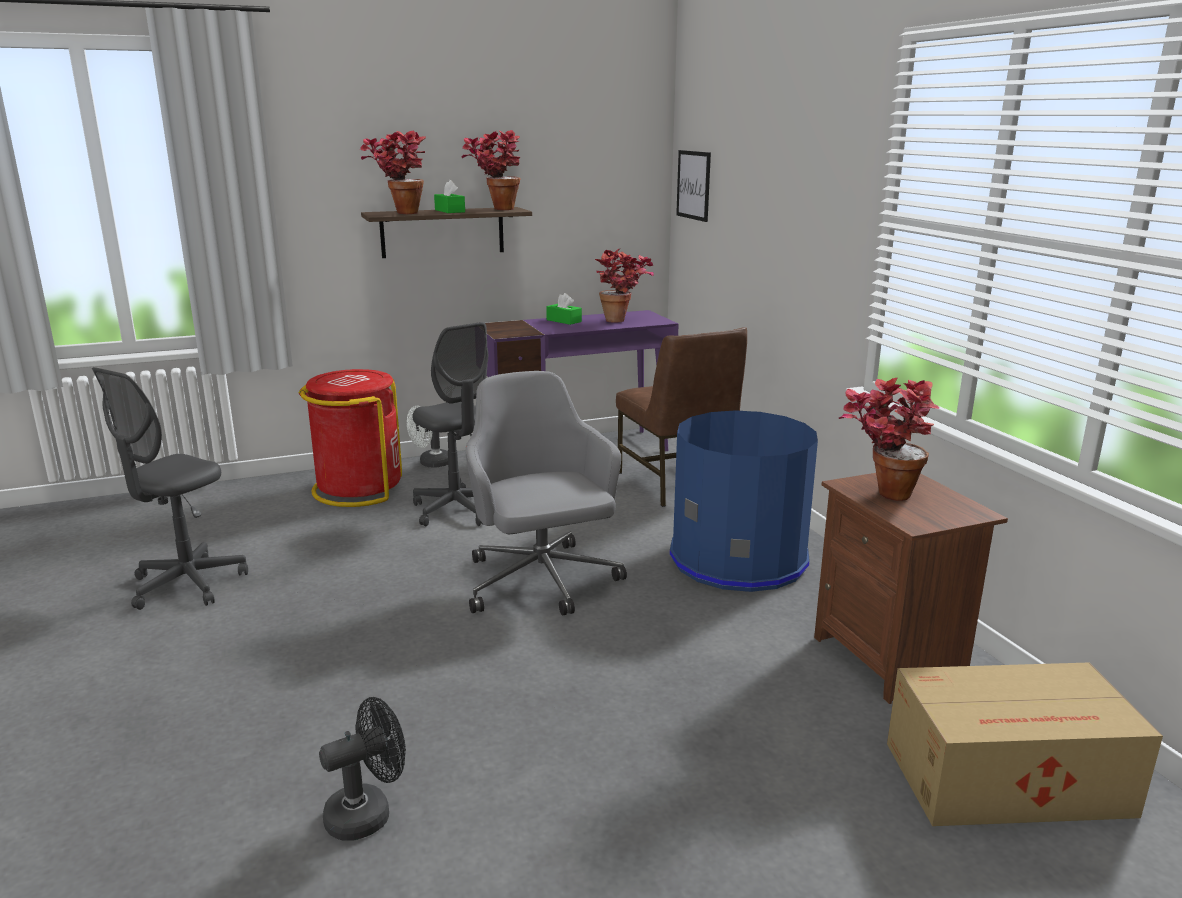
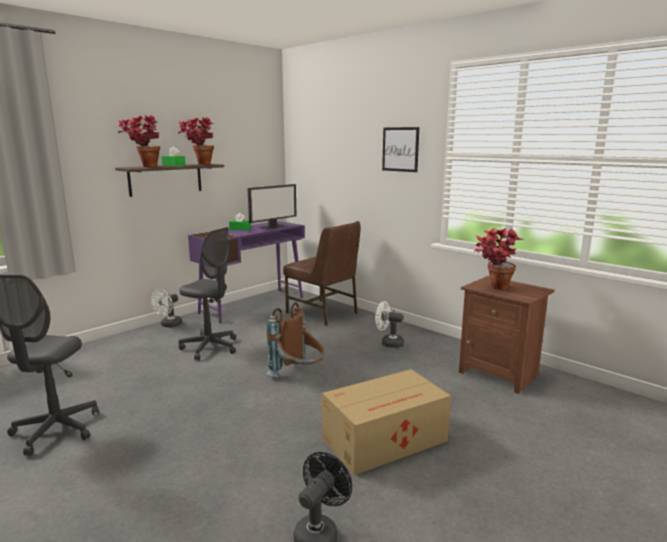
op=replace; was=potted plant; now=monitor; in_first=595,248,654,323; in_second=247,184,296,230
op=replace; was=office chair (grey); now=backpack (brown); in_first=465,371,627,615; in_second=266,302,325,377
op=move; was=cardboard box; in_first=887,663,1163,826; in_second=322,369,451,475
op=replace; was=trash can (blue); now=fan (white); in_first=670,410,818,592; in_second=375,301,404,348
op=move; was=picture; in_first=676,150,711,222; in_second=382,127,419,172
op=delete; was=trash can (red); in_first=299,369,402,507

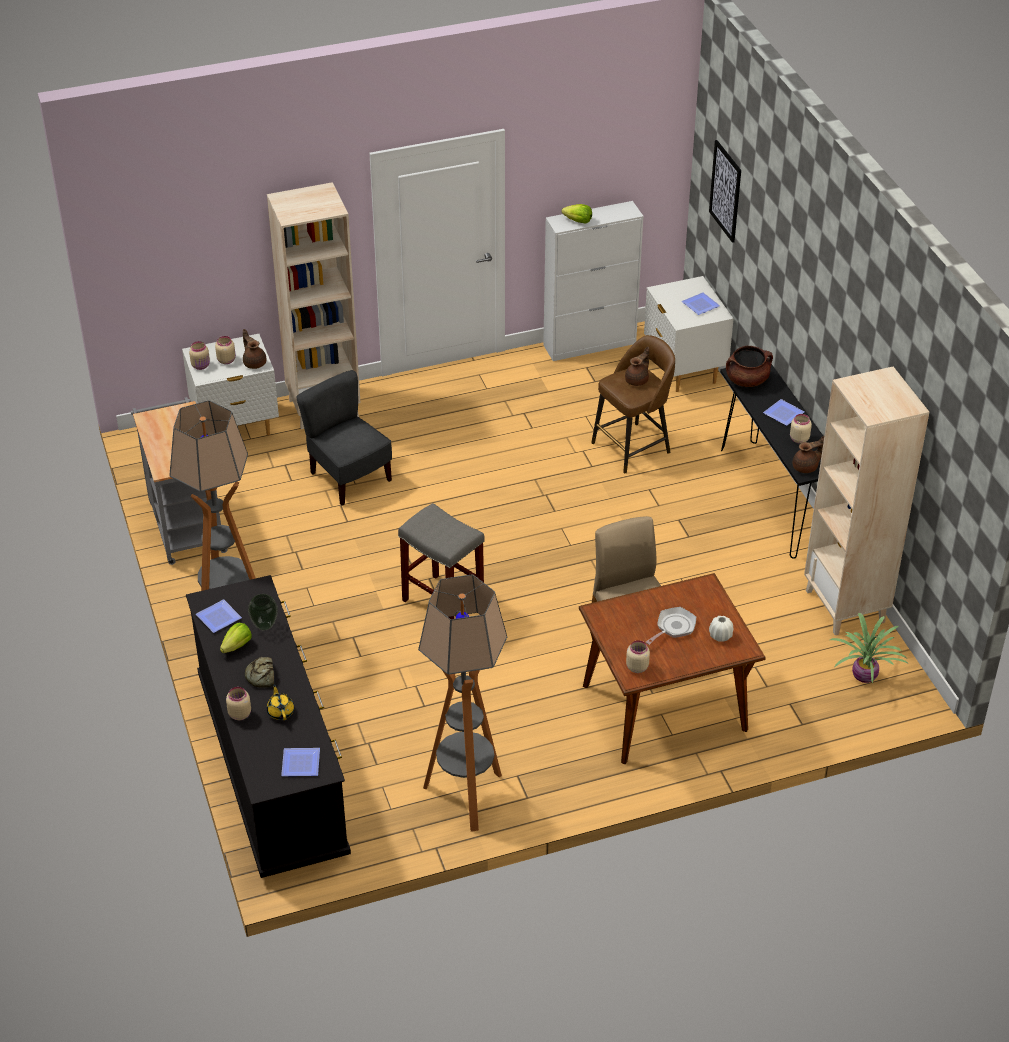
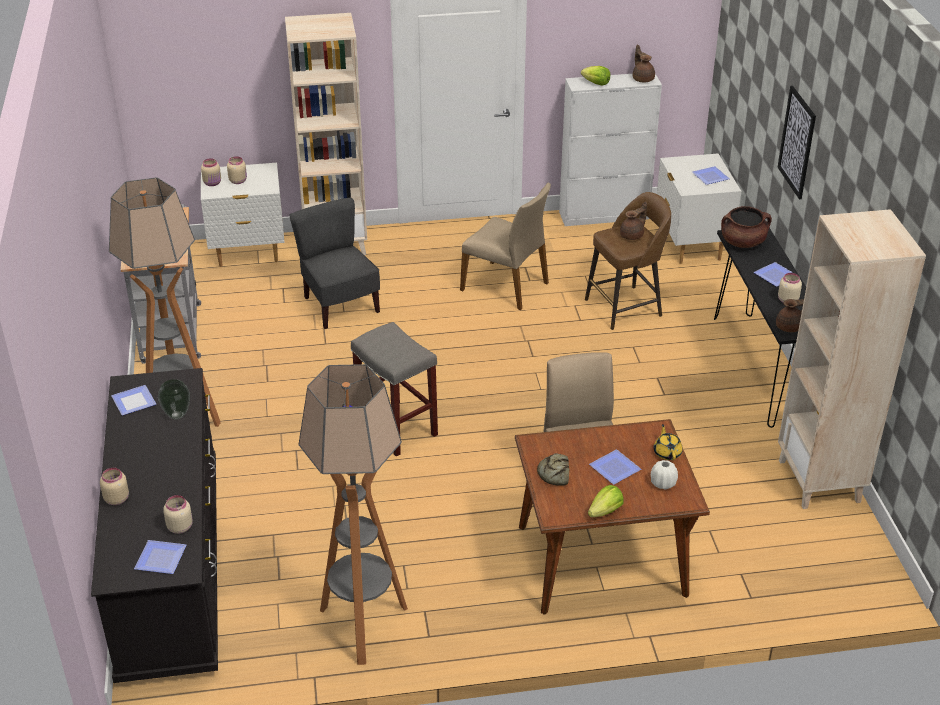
op=move; was=jar (beige); in_first=626,640,650,673; in_second=163,495,193,534
op=insert; now=chair (beige); in_second=460,182,551,310
op=move; was=bread; in_first=245,657,274,688; in_second=537,453,569,486
op=move; was=lettuce; in_first=220,623,252,653; in_second=588,485,624,517
op=replace; was=frying pan; now=plate; in_first=646,607,696,645; in_second=589,449,641,484
op=move; was=teapot (brown); in_first=243,329,267,369; in_second=633,45,655,82
op=move; was=teapot (yellow); in_first=267,684,294,720; in_second=654,424,683,460
op=move; was=picture; in_first=709,140,741,243; in_second=778,86,816,199
op=delete; was=potted plant; in_first=830,613,909,684

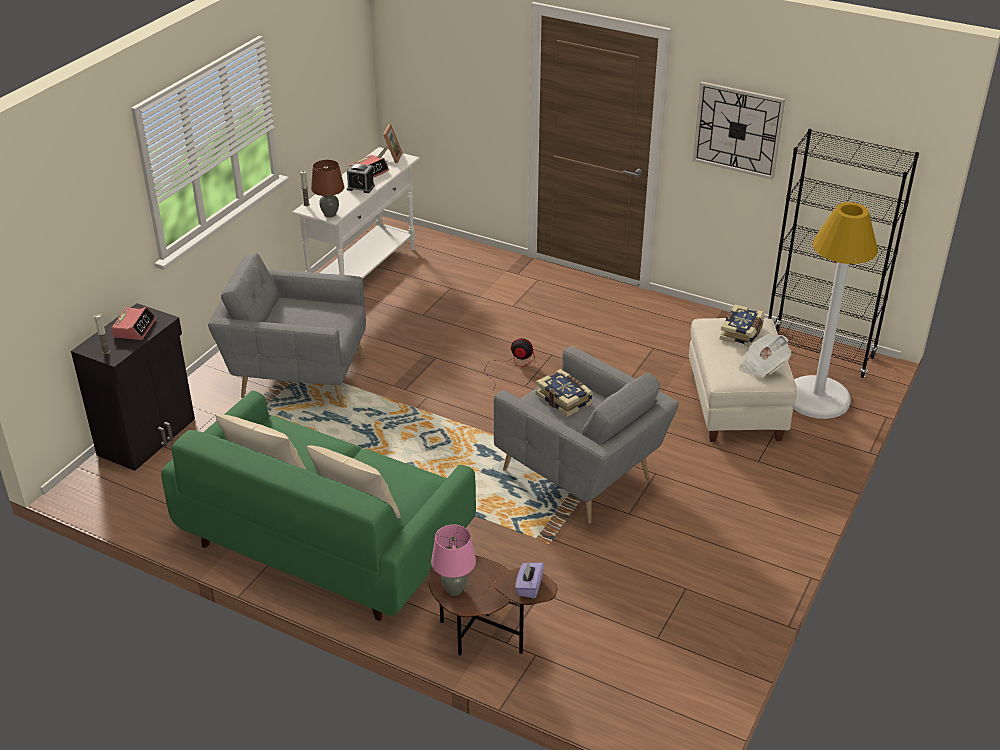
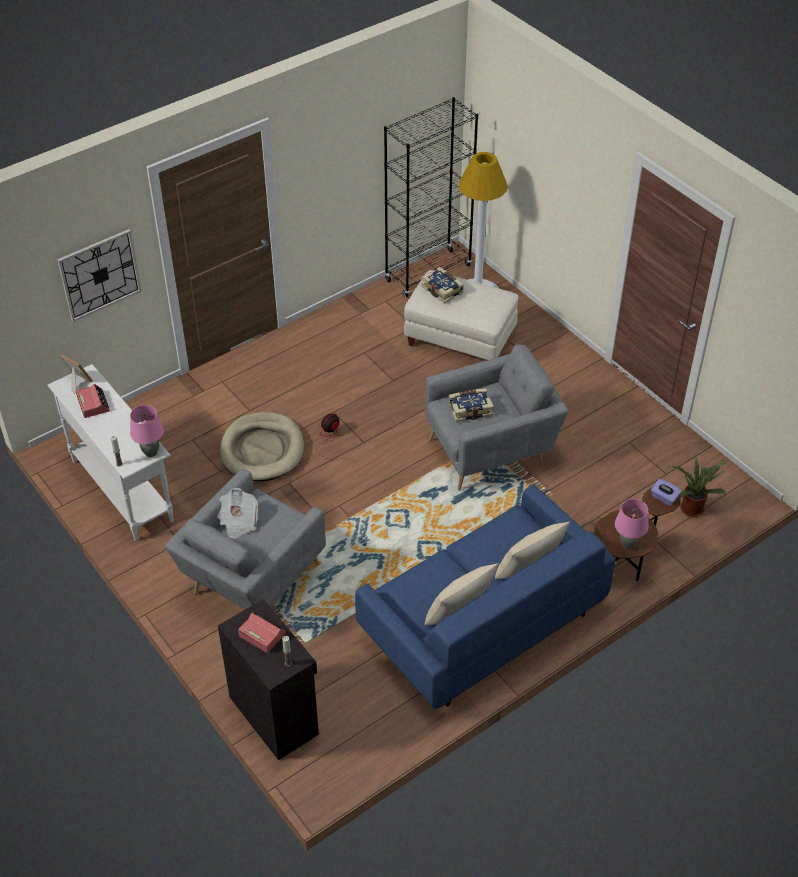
op=move; was=wall clock; in_first=693,82,785,180; in_second=57,229,142,322
op=recolor; was=table lamp (brown); now=table lamp (pink); in_first=311,160,344,217; in_second=130,405,164,457
op=move; was=newspaper; in_first=739,334,791,378; in_second=217,488,258,539
op=insert; now=dog bed (beige); in_second=220,412,304,481
op=recolor; was=sofa (green); now=sofa (blue); in_first=161,391,476,621; in_second=355,484,615,708
op=insert; now=potted plant; in_second=668,455,727,517
op=delete; was=alarm clock; in_first=347,163,375,193

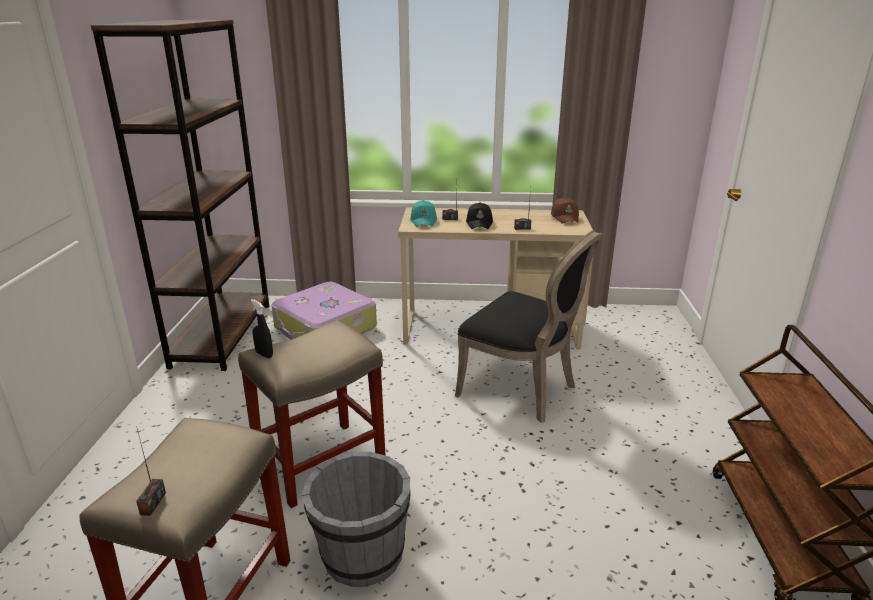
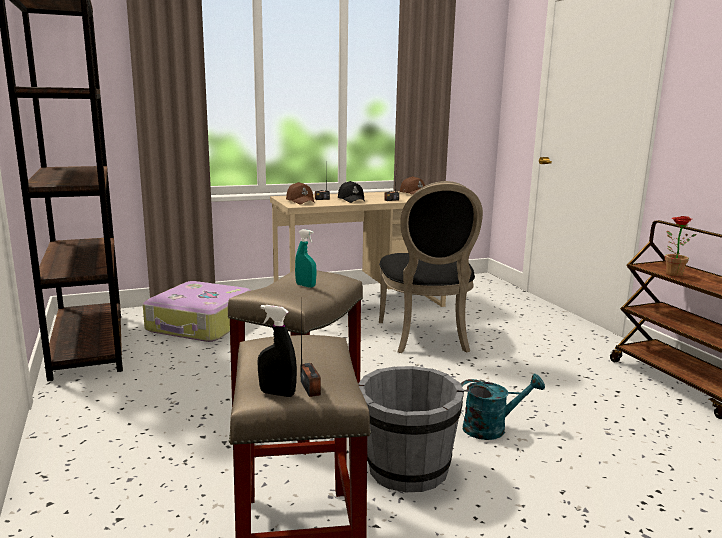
op=move; was=spray bottle (black); in_first=251,299,273,358; in_second=257,305,297,397
op=recolor; was=cap (turquoise); now=cap (brown); in_first=410,200,437,227; in_second=286,182,314,205
op=insert; now=spray bottle (turquoise); in_second=295,229,317,288
op=rotate; was=chair (black); in_first=455,230,602,423; in_second=379,181,483,353; clockwise=75
op=insert; now=watering can (turquoise); in_second=460,374,545,440
op=insert; now=potted plant; in_second=665,216,697,277

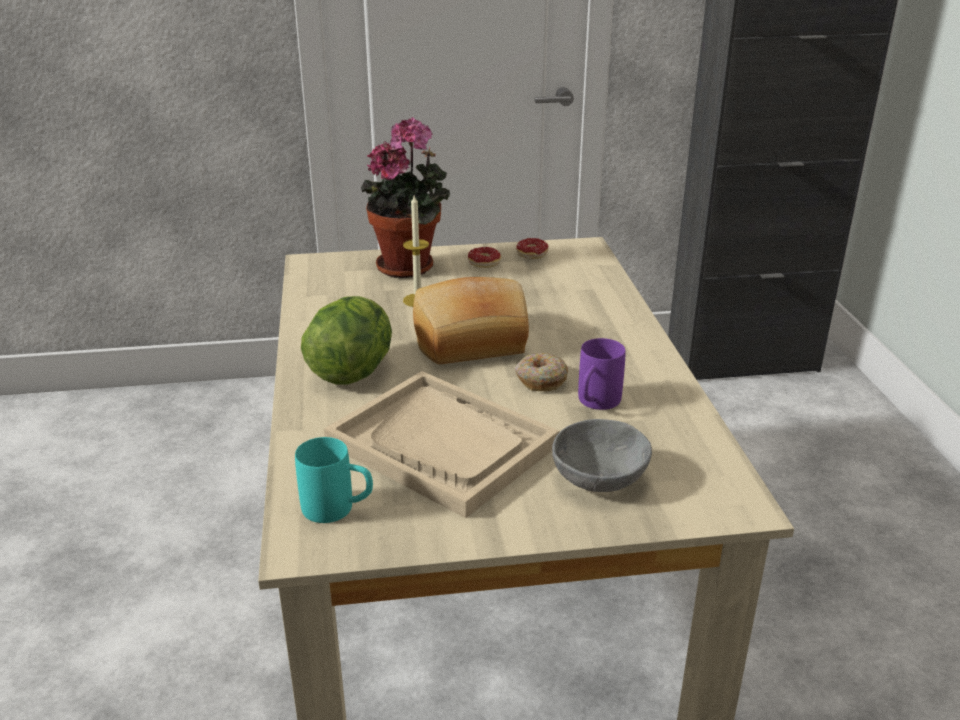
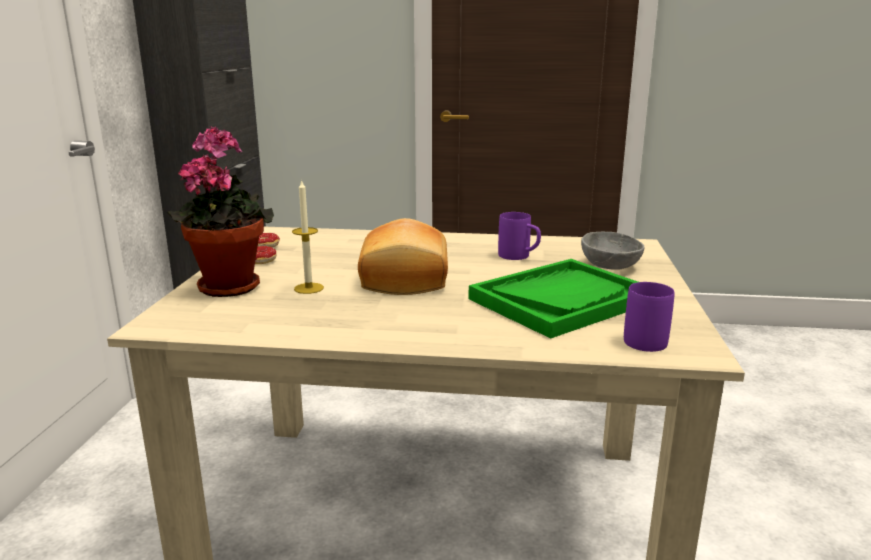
op=recolor; was=tray (beige); now=tray (green); in_first=324,371,559,518; in_second=468,259,638,338
op=recolor; was=mug (turquoise); now=mug (purple); in_first=295,437,373,523; in_second=624,282,674,352
op=delete; was=lettuce; in_first=301,296,392,384
op=delete; was=donut; in_first=515,353,568,391

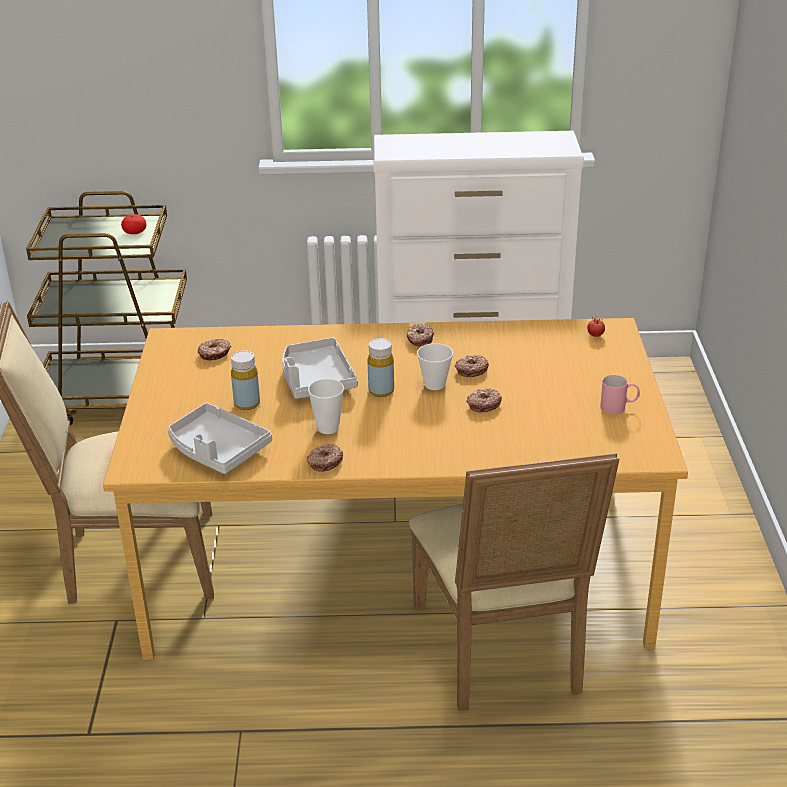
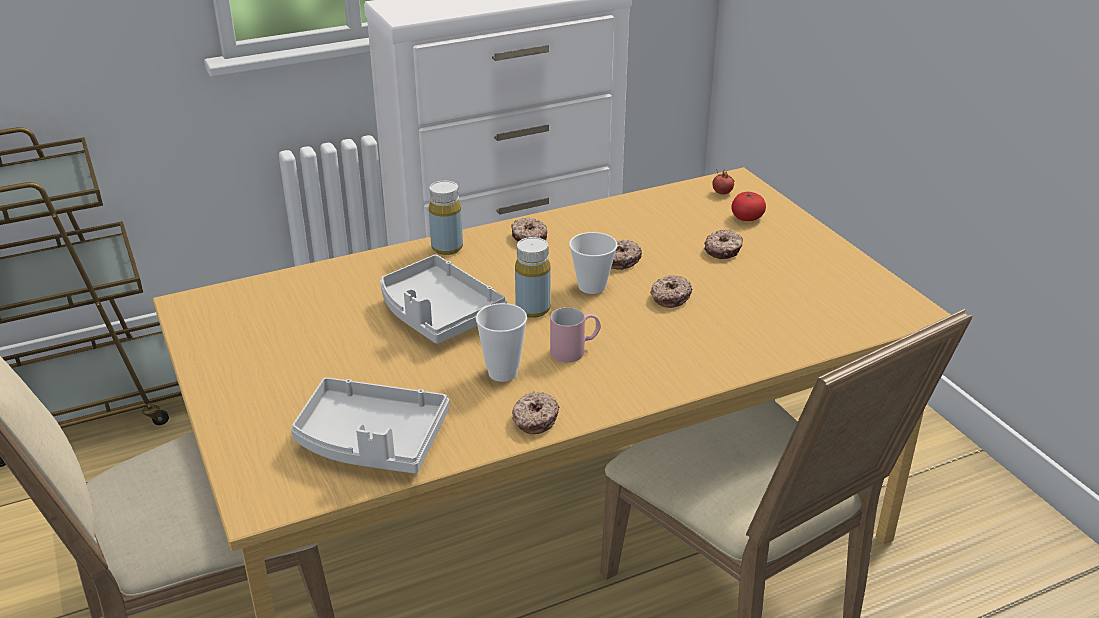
op=move; was=bottle (yellow); in_first=231,350,260,410; in_second=429,181,463,255
op=move; was=mug (pink); in_first=600,375,640,414; in_second=550,307,601,362
op=move; was=donut; in_first=198,339,231,360; in_second=704,230,743,259
op=move; was=tomato; in_first=121,214,146,234; in_second=732,192,766,221

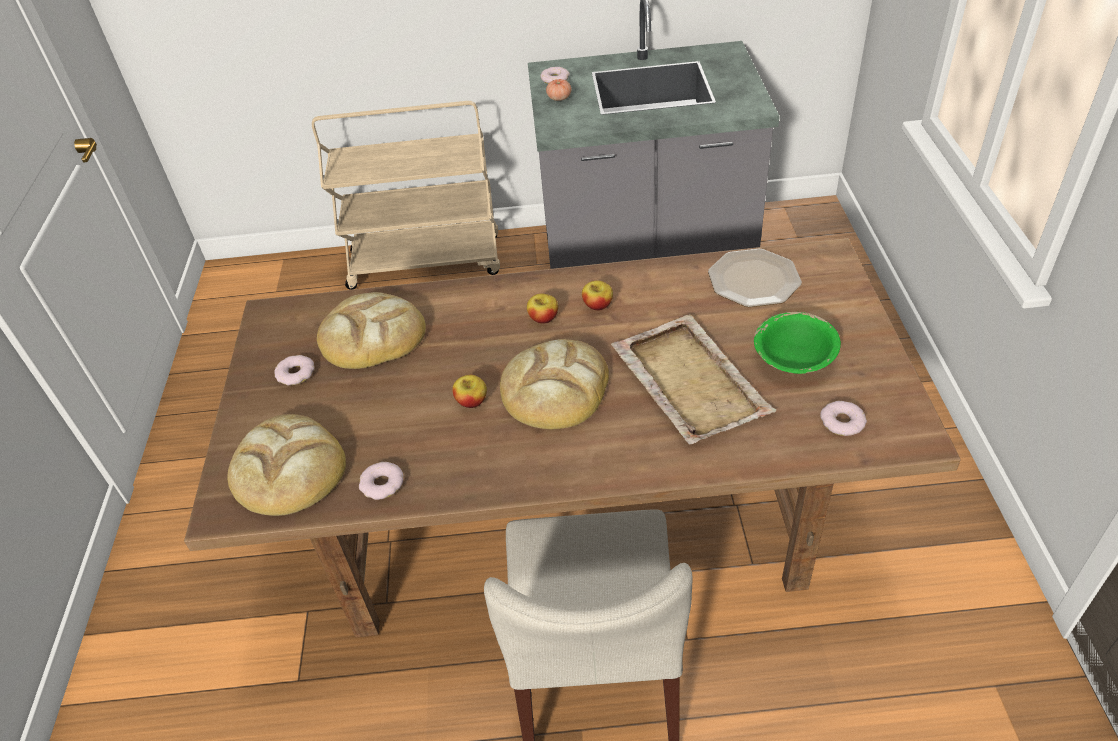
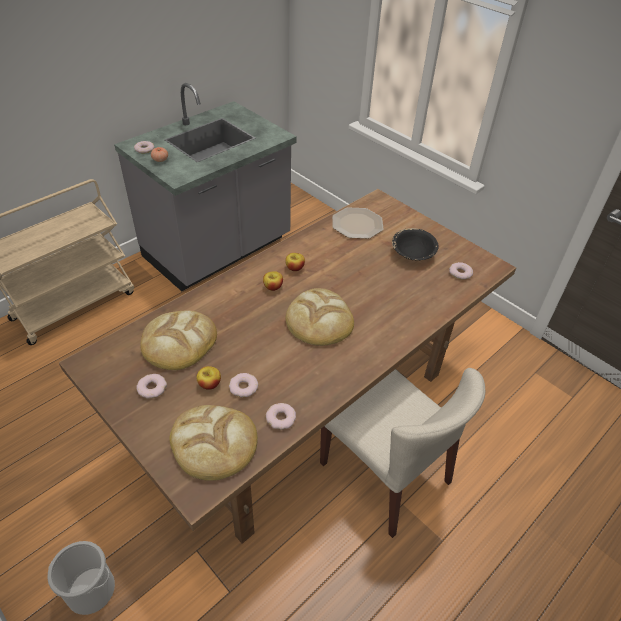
op=insert; now=bucket; in_second=47,541,115,615
op=move; was=apple; in_first=452,375,487,408; in_second=196,366,221,390
op=insert; now=donut; in_second=229,373,258,397
op=recolor; was=bowl (green); now=bowl (black); in_first=754,312,841,374; in_second=392,228,439,261
op=delete; was=tray (beige); in_first=611,314,776,445

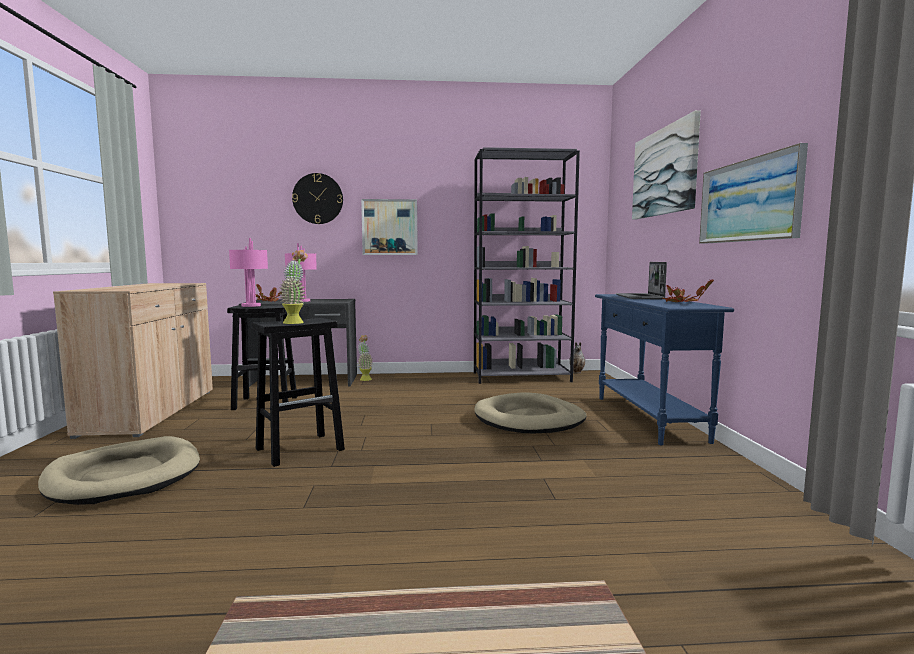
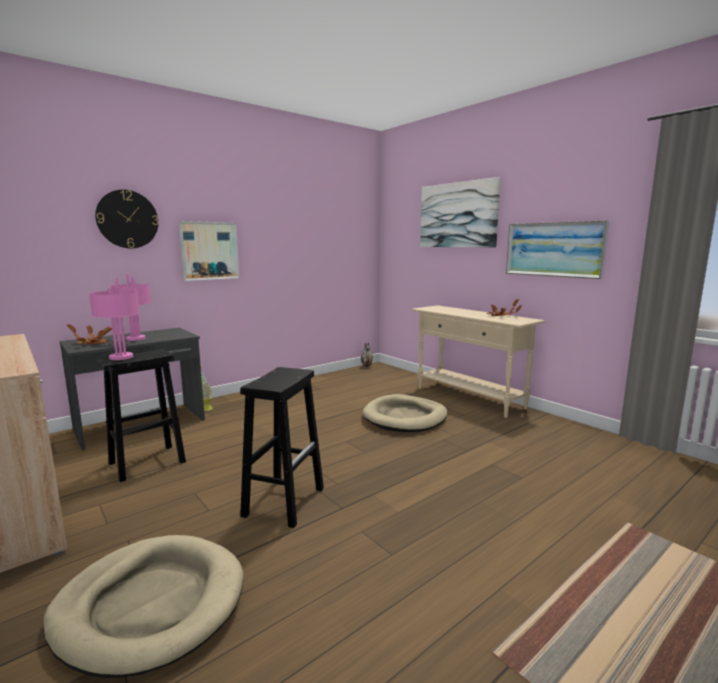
op=recolor; was=console table (blue); now=console table (beige); in_first=595,294,734,445; in_second=412,305,545,418
op=delete; was=potted plant; in_first=279,250,308,324
op=delete; was=bookcase (grey); in_first=474,147,580,384
op=delete; was=laptop; in_first=616,262,667,300

